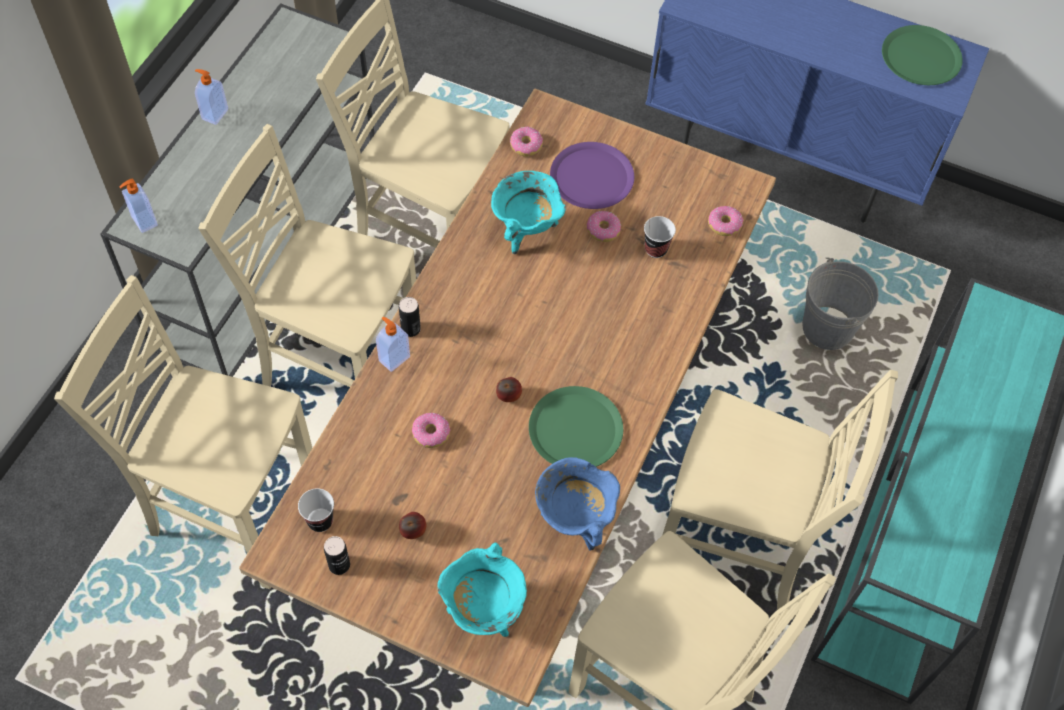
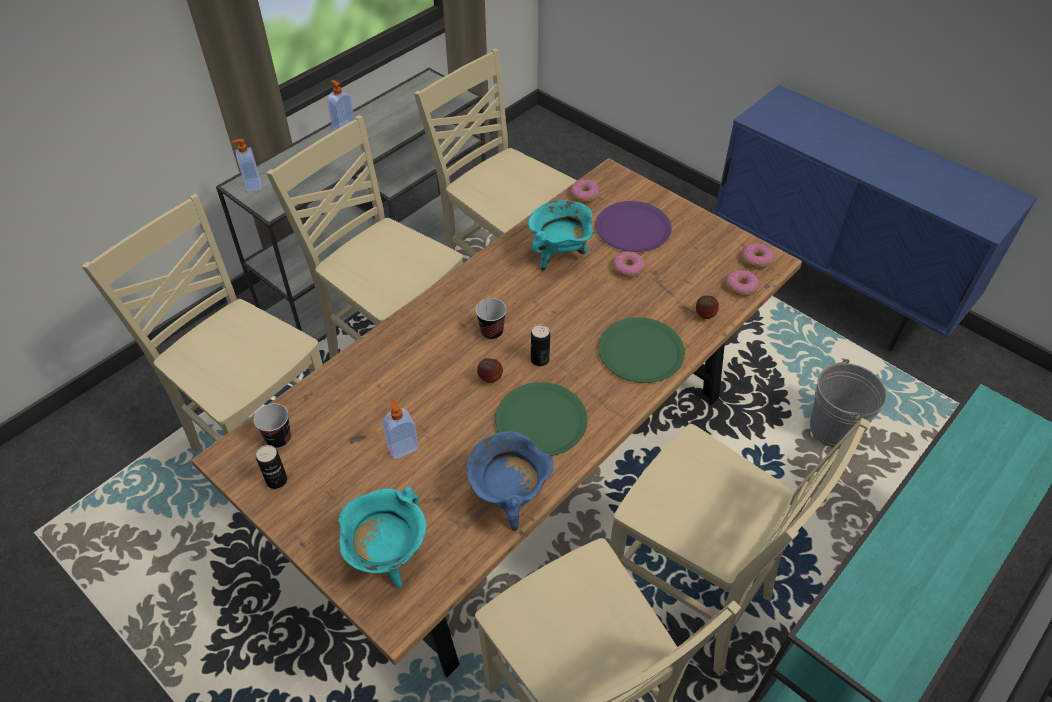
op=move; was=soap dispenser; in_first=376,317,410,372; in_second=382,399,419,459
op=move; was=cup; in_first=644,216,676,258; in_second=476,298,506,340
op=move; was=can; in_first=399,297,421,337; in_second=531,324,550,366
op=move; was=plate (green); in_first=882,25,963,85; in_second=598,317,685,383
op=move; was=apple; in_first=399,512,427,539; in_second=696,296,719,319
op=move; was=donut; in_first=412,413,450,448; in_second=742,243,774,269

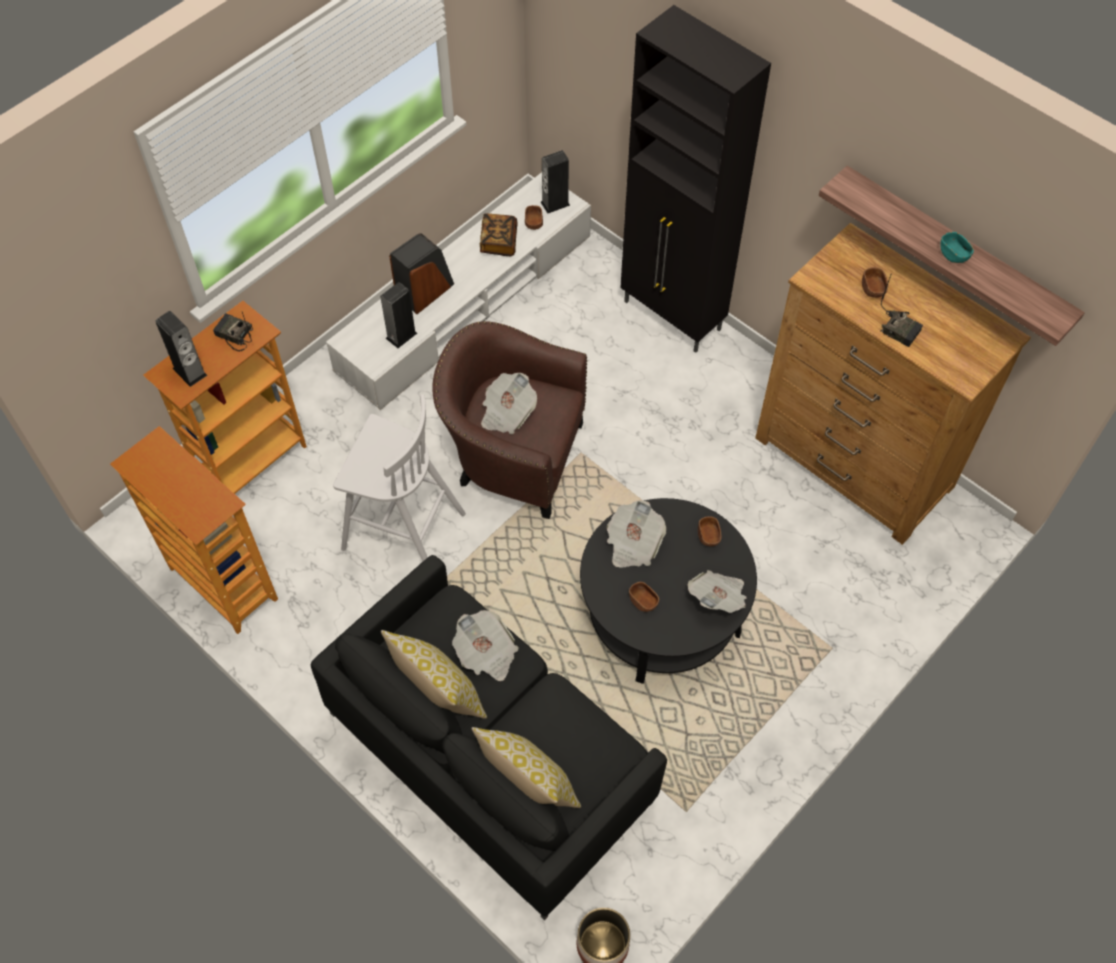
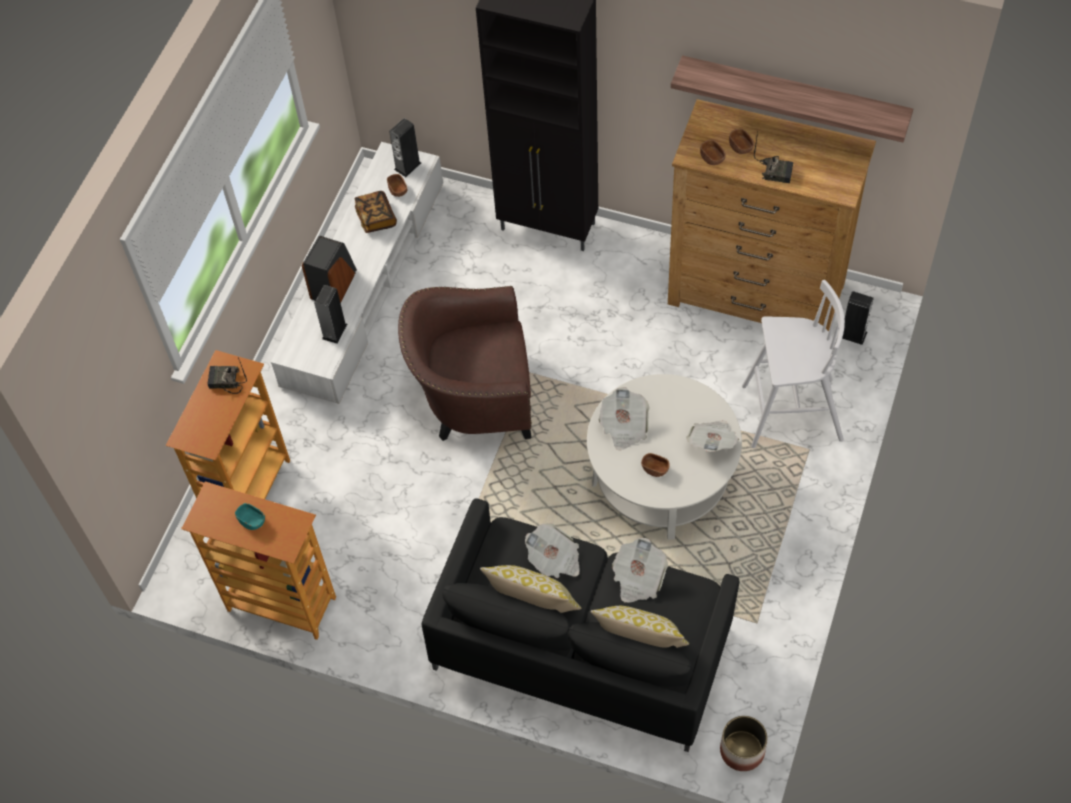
op=move; was=bowl (turquoise); in_first=941,232,974,263; in_second=235,503,265,530
op=recolor; was=coffee table (black); now=coffee table (white); in_first=580,498,757,684; in_second=587,374,742,540
op=move; was=newspaper; in_first=481,373,537,434; in_second=612,538,668,603
op=move; was=bowl (brown); in_first=698,516,722,546; in_second=700,140,726,165
op=move; was=stool (white); in_first=333,394,466,561; in_second=742,280,845,448
op=move; was=speaker; in_first=155,311,207,387; in_second=842,291,874,345

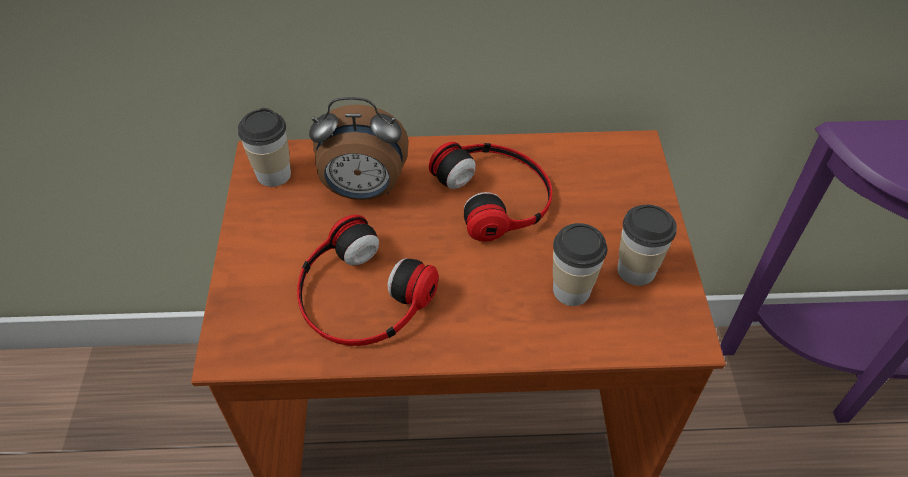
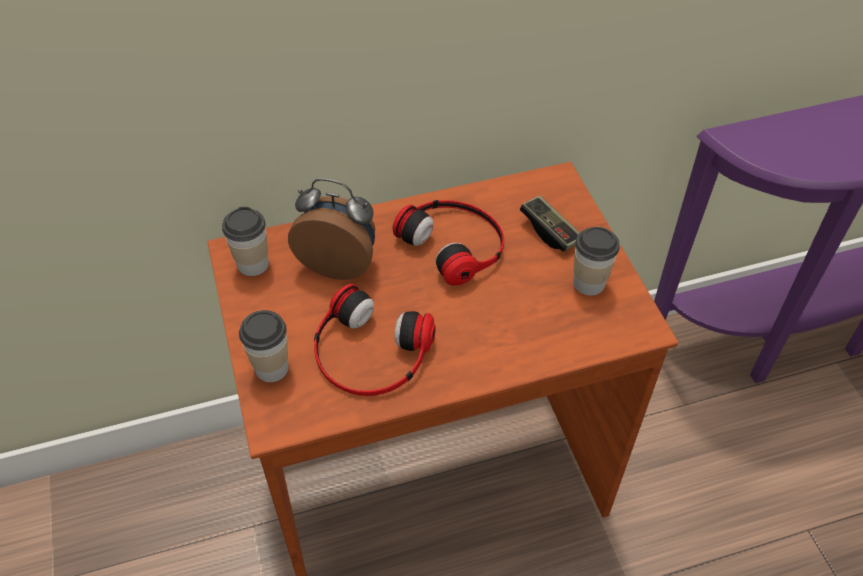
op=move; was=cup; in_first=553,223,607,306; in_second=239,310,289,382
op=rotate; was=alarm clock; in_first=309,97,409,200; in_second=288,178,375,280; clockwise=-150
op=insert; now=game controller; in_second=520,196,580,252

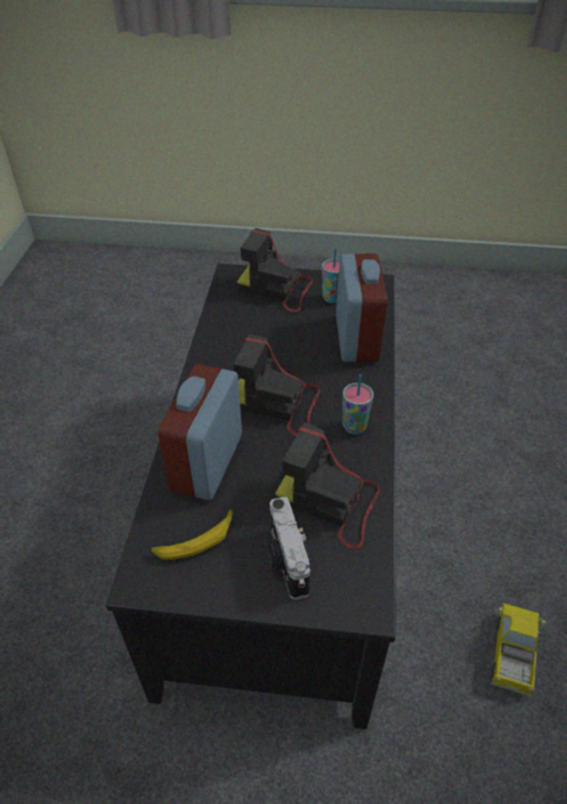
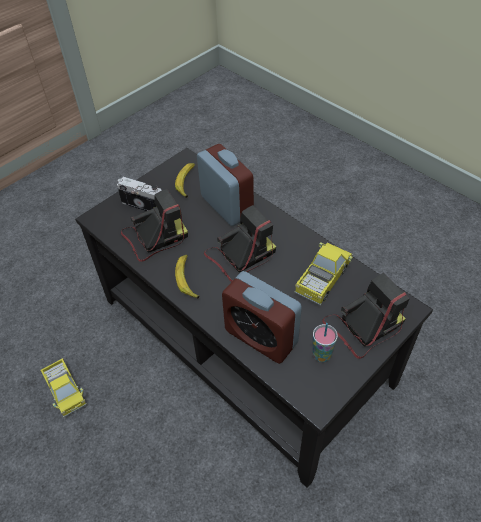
op=replace; was=cup; now=banana; in_first=342,374,374,435; in_second=175,254,200,299
op=insert; now=toy truck; in_second=295,242,353,306

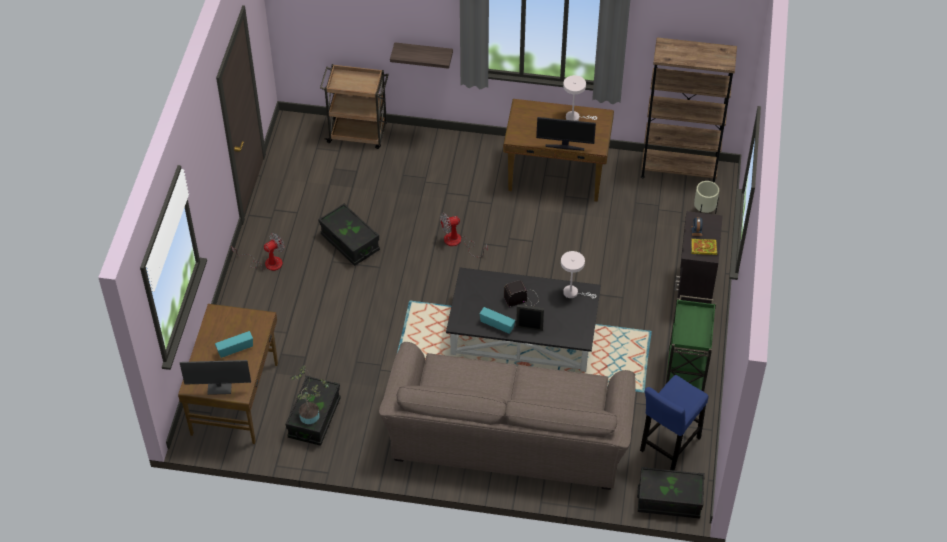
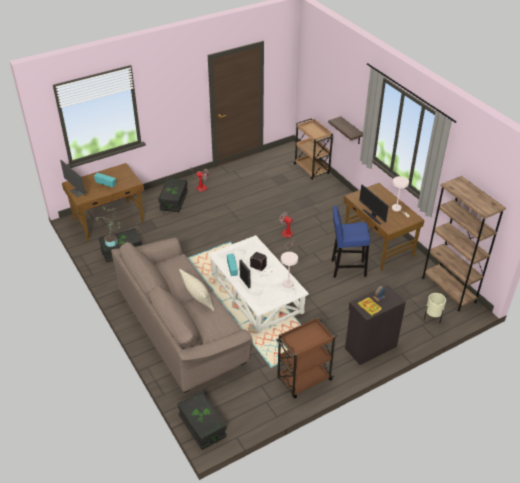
op=move; was=storage box (black); in_first=318,203,380,266; in_second=158,178,188,212
op=insert; now=pillow; in_second=179,269,214,311
op=recolor; was=coffee table (black); now=coffee table (white); in_first=446,267,601,372; in_second=208,235,309,333
op=recolor; was=cart (green); now=cart (brown); in_first=666,295,716,392; in_second=276,317,337,398
op=move; was=stool (blue); in_first=640,375,708,471; in_second=331,205,370,278

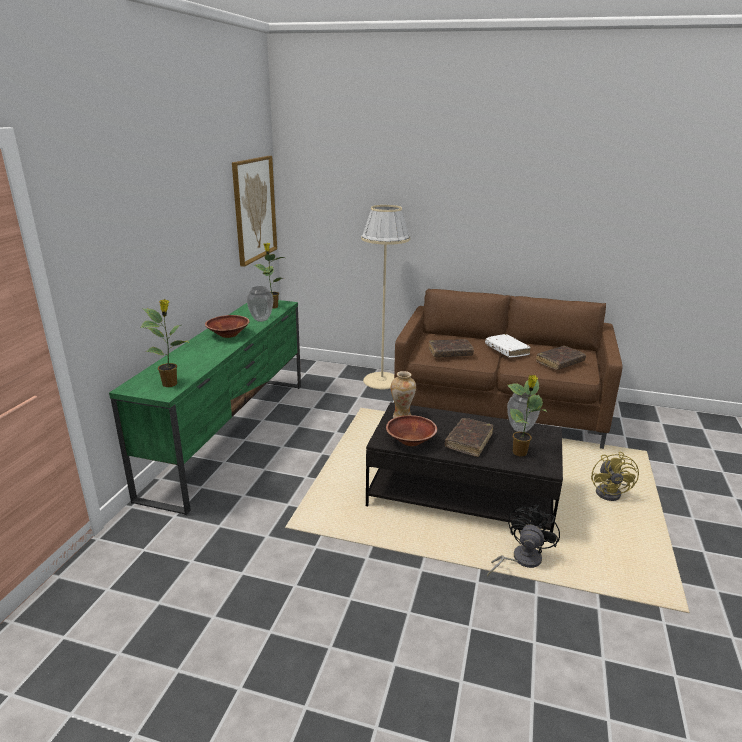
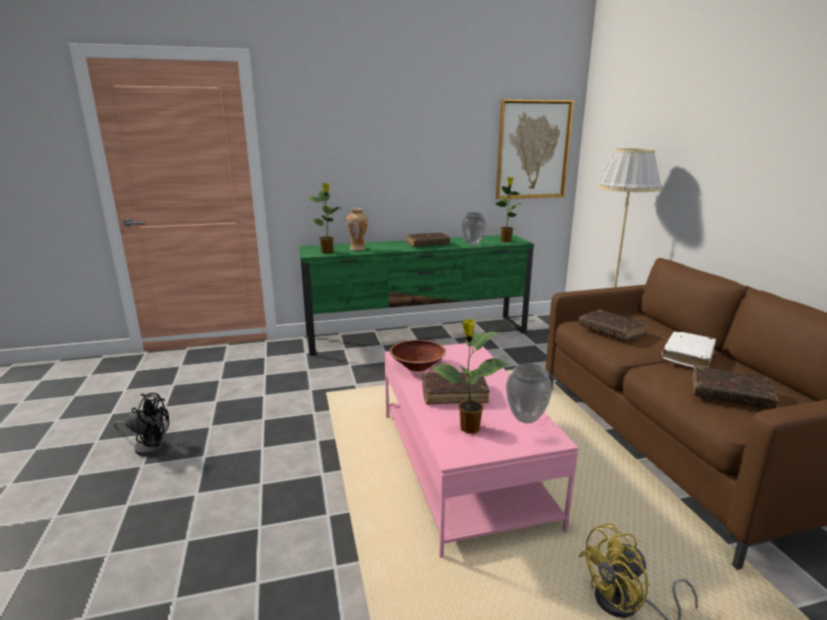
op=move; was=fan (black); in_first=487,505,560,577; in_second=114,393,169,456
op=move; was=vase; in_first=391,371,416,418; in_second=346,208,368,251
op=recolor; was=coffee table (black); now=coffee table (pink); in_first=366,402,563,532; in_second=384,343,578,558
op=replace; was=bowl (brown); now=book (brown); in_first=205,315,250,338; in_second=406,232,450,247

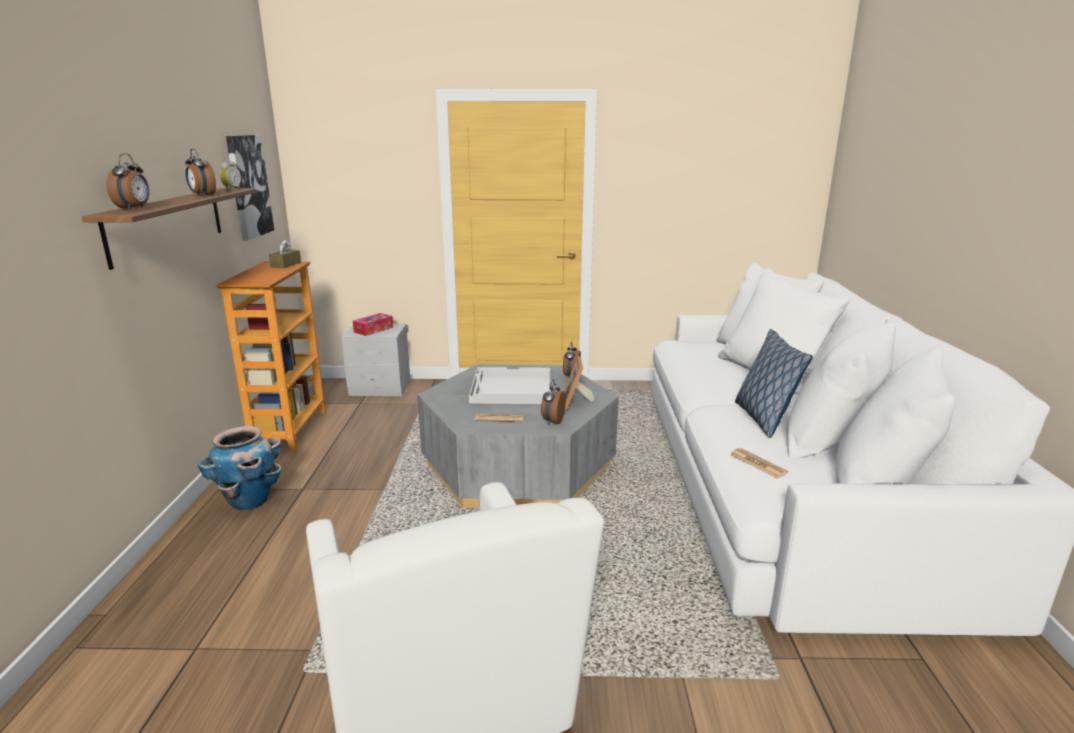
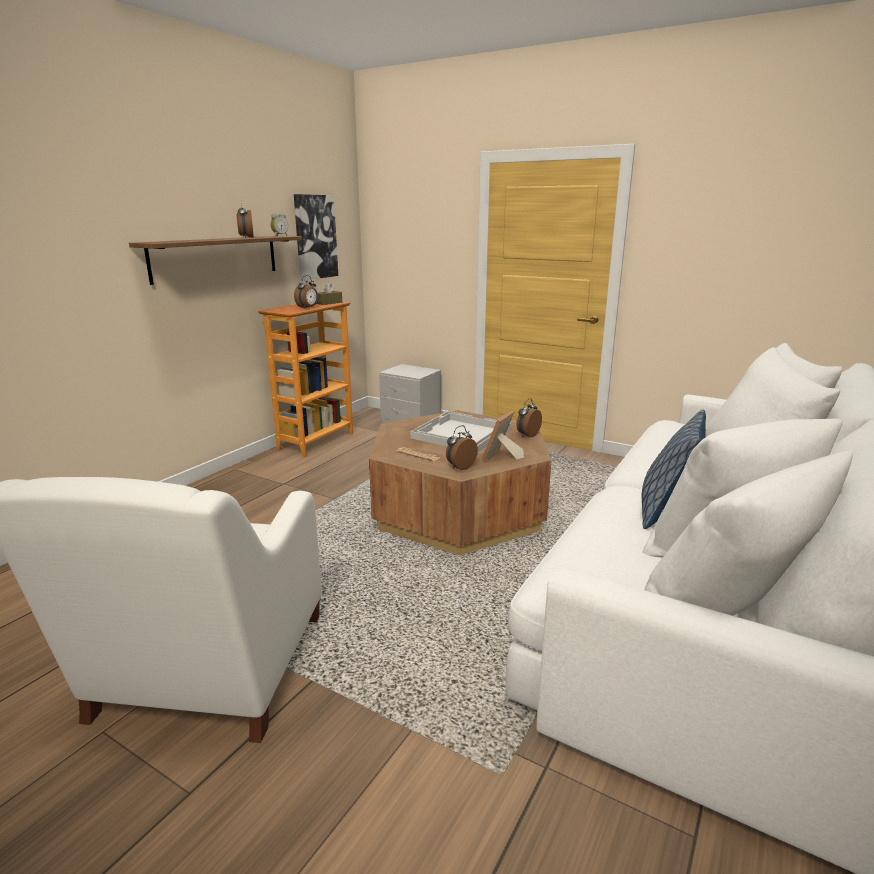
op=move; was=alarm clock; in_first=106,153,149,210; in_second=294,275,318,309
op=recolor; was=coffee table (grey); now=coffee table (brown); in_first=417,364,619,508; in_second=369,410,551,555
op=delete; was=planter; in_first=198,426,282,511
op=delete; was=tissue box; in_first=353,313,393,336
op=delete; was=newspaper; in_first=730,448,788,478

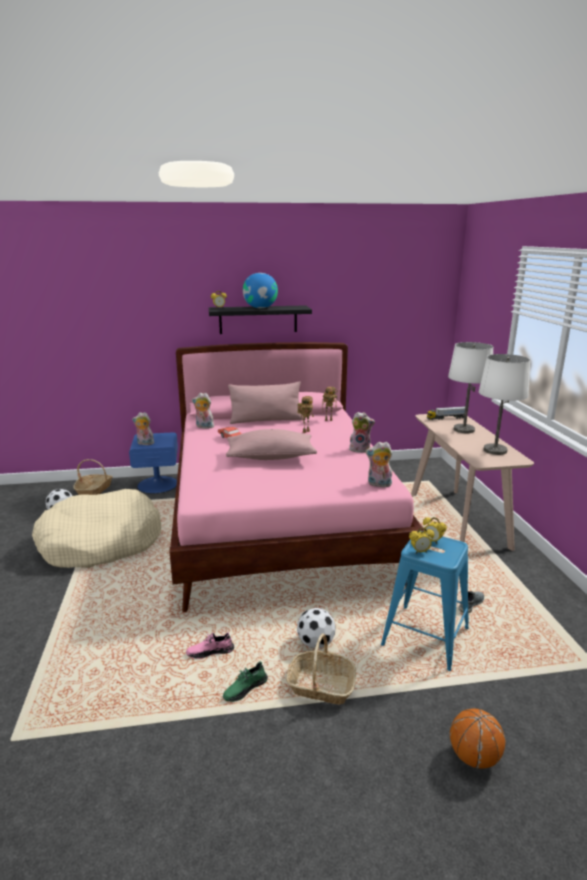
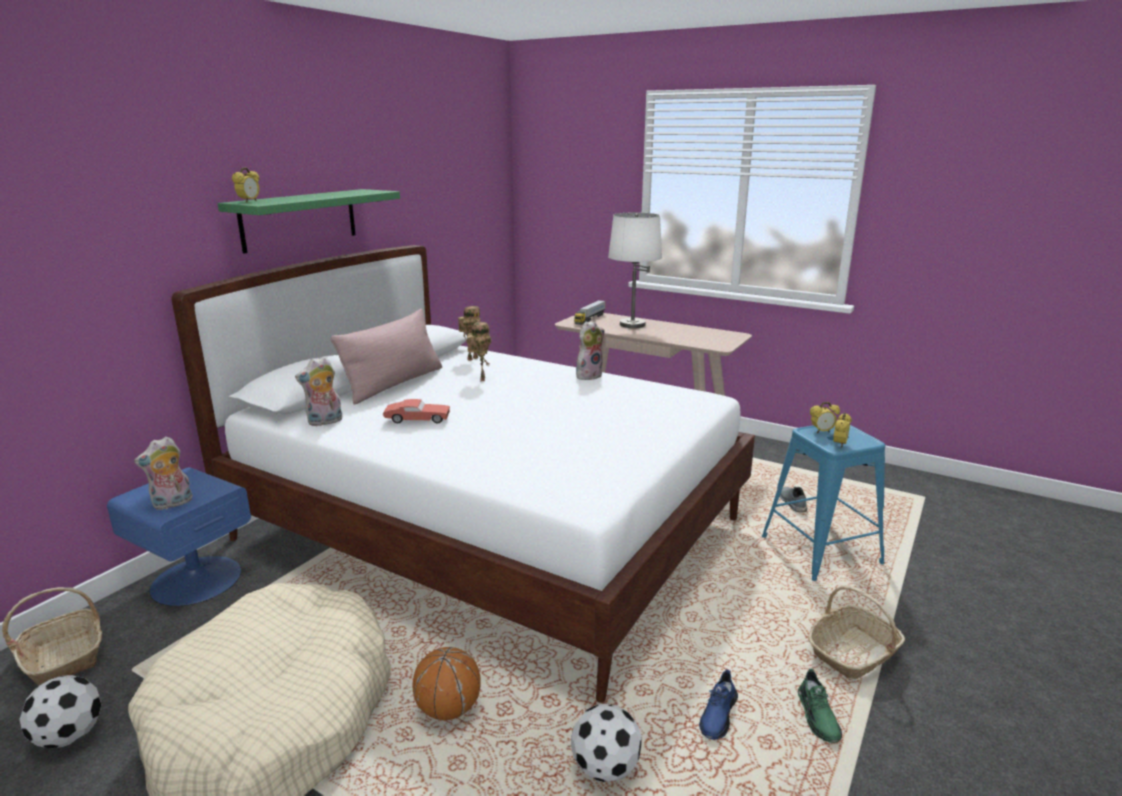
op=recolor; was=bed (pink); now=bed (white); in_first=169,342,424,612; in_second=172,245,755,703
op=recolor; was=shelf (black); now=shelf (green); in_first=209,305,312,334; in_second=218,189,400,253
op=move; was=basketball; in_first=450,709,506,769; in_second=412,647,481,720
op=move; was=football; in_first=297,608,336,649; in_second=571,704,642,782
op=recolor; was=shoe (pink); now=shoe (blue); in_first=186,632,234,659; in_second=699,669,738,740
op=delete; was=pillow (pink); in_first=226,429,317,460
op=delete; was=globe; in_first=243,273,278,308
op=delete; was=plush toy; in_first=366,442,392,487
op=delete; was=table lamp (white); in_first=479,354,530,455

